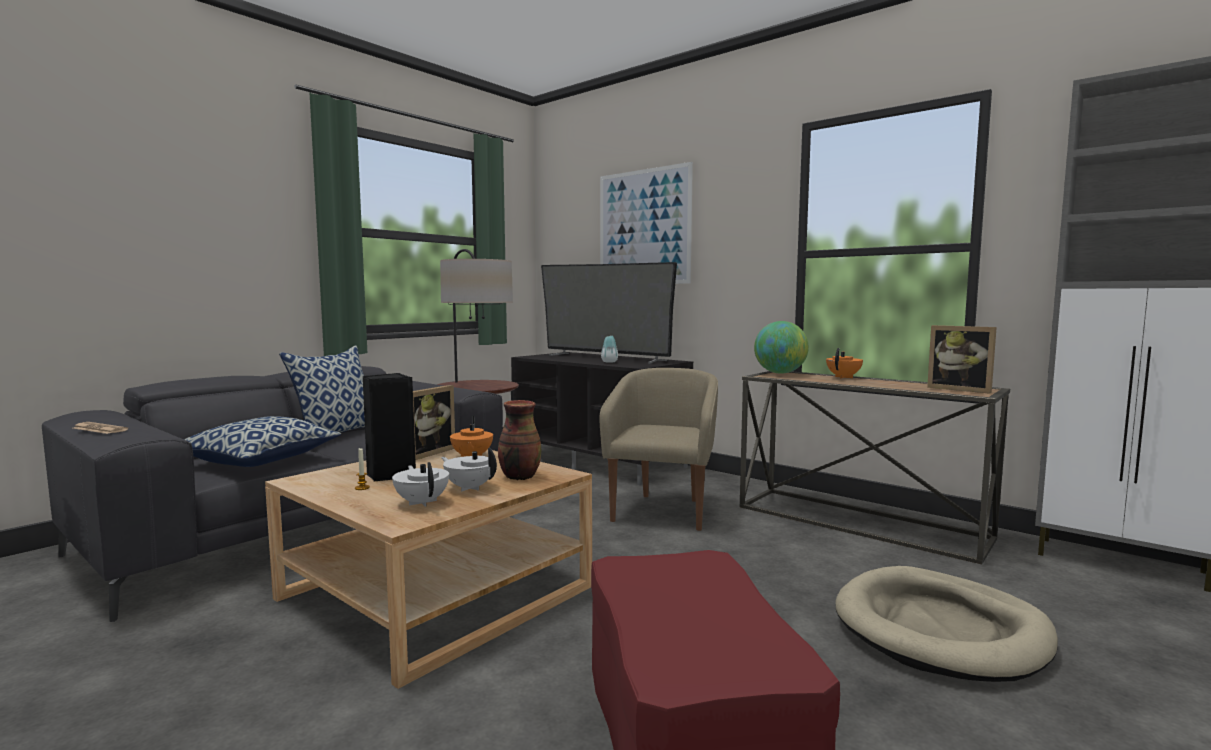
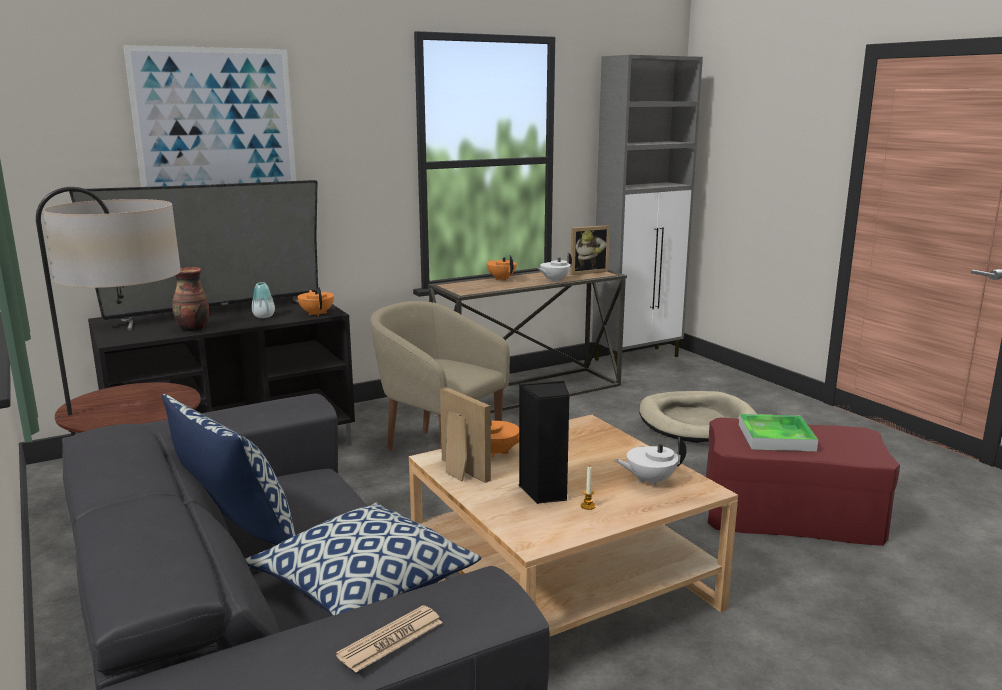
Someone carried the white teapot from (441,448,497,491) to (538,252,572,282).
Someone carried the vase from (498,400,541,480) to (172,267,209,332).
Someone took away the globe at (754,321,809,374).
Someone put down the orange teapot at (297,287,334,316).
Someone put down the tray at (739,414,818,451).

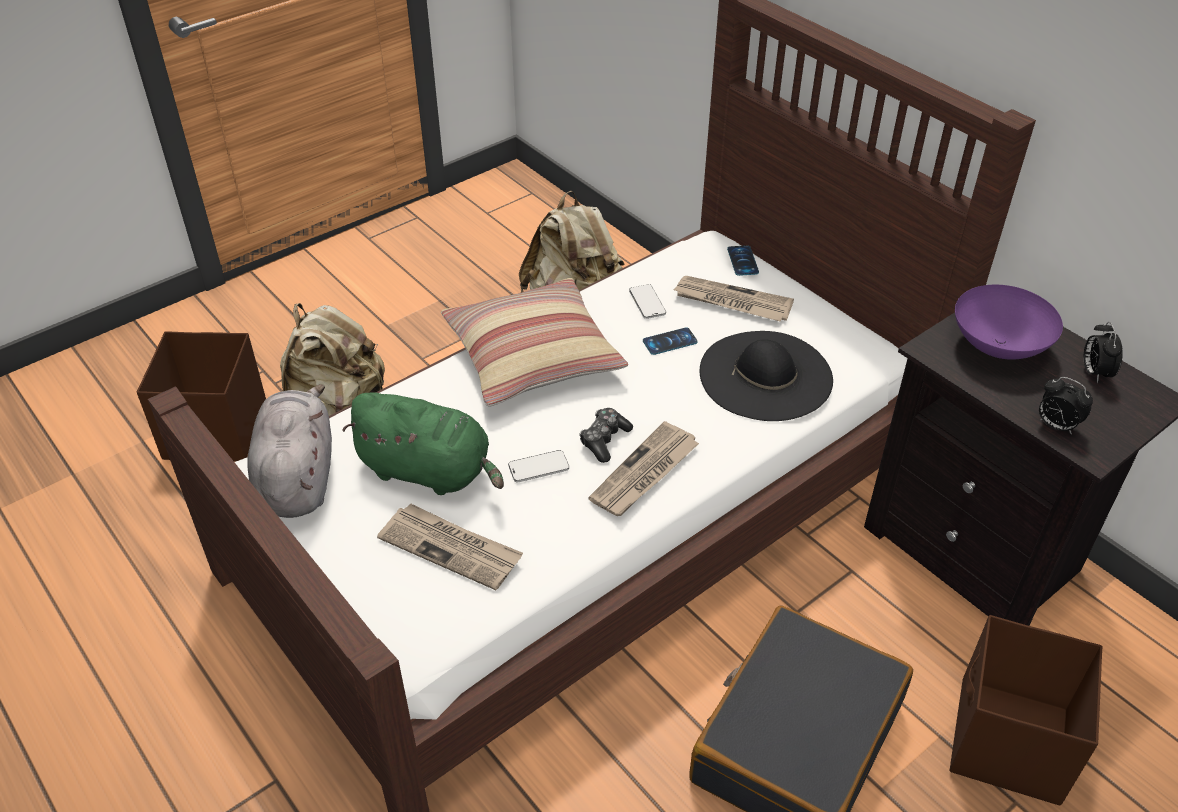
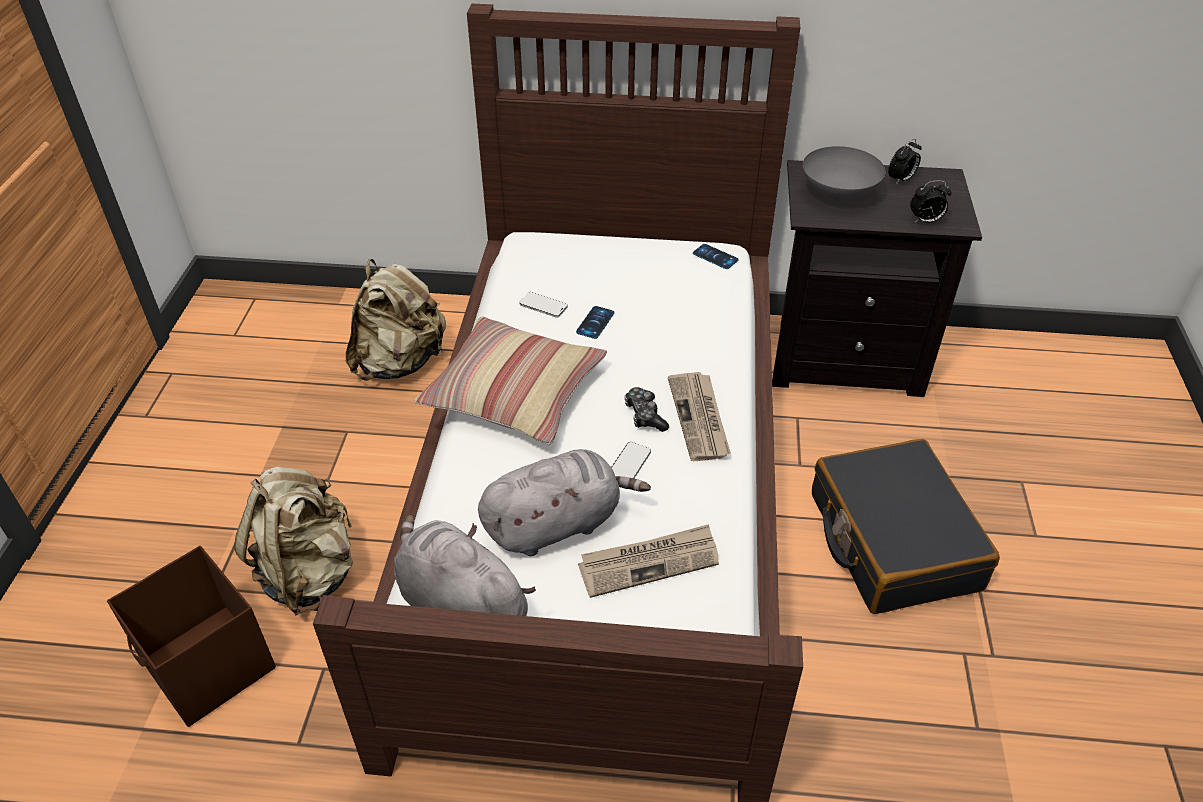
Someone repainted the green plush toy at (342,392,504,495), which became the grey plush toy at (478,449,651,556).
Someone took away the newspaper at (674,276,794,321).
Someone took away the black hat at (700,331,833,421).
Someone carried the phone from (727,245,759,276) to (693,244,739,269).
Someone took away the brown storage box at (950,615,1102,805).
Someone repainted the purple bowl at (955,285,1063,360), which became the grey bowl at (803,146,885,200).
Someone rotated the alarm clock at (1084,321,1123,383) by 90 degrees counterclockwise.

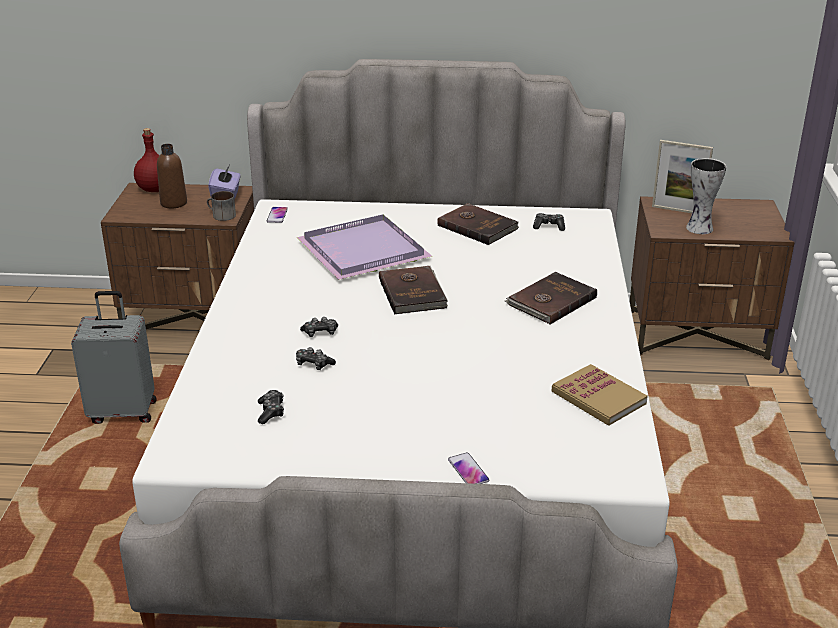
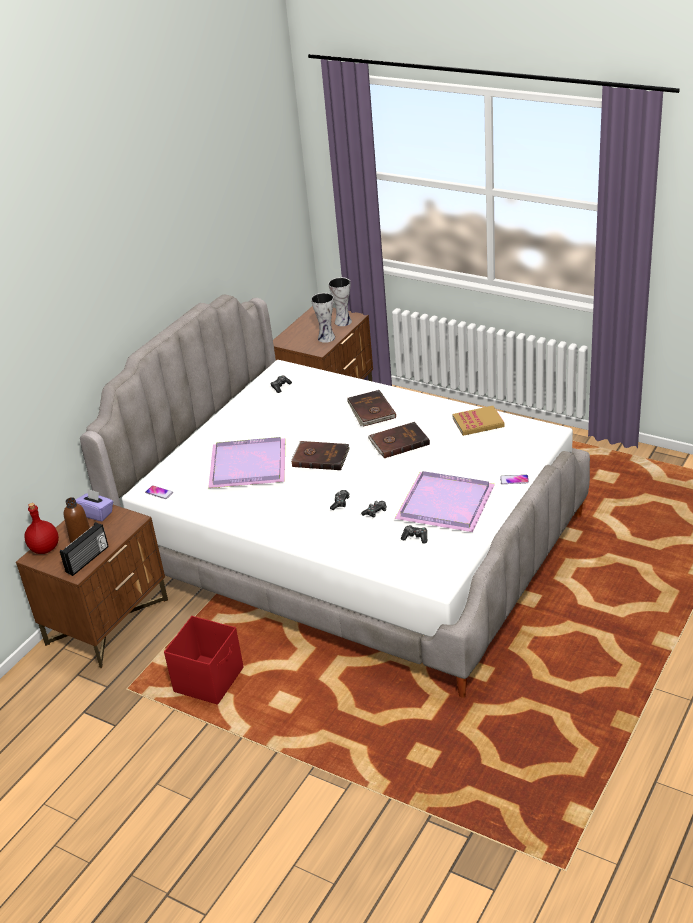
Someone swapped the grey suitcase at (71,291,157,424) for the red storage box at (164,616,244,705).
Someone took away the mug at (207,191,236,221).
Someone carried the brown book from (437,203,519,245) to (368,422,430,458).
Someone took away the picture frame at (652,140,713,213).
Someone put down the radio at (60,522,109,576).
Someone put down the vase at (328,277,352,326).
Someone put down the purple tray at (395,471,495,532).

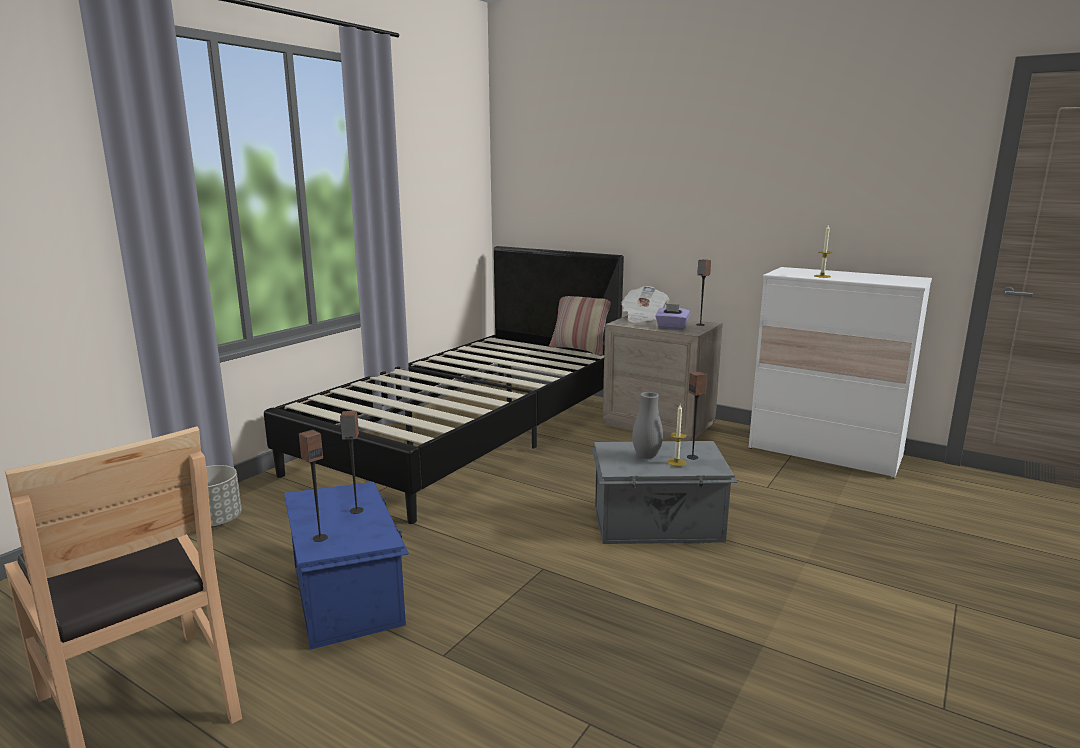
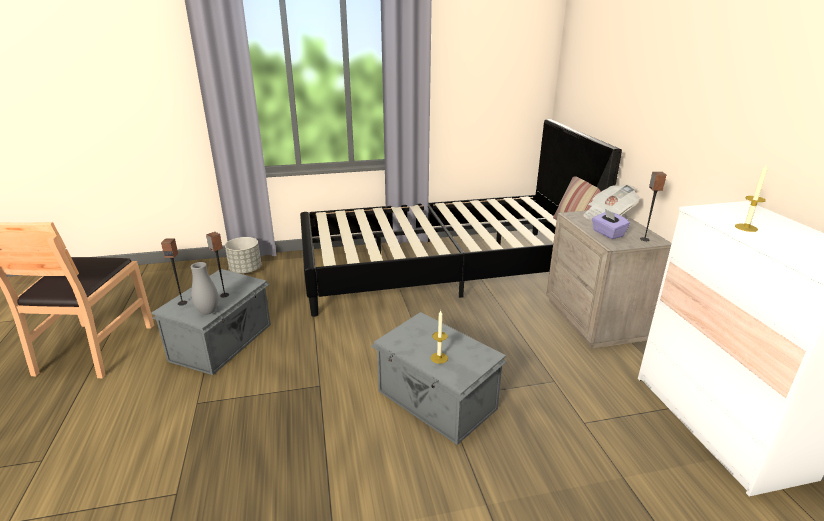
Someone repainted the blue storage box at (284,482,409,650), which became the grey storage box at (152,269,271,375).
Someone carried the grey vase from (632,392,663,459) to (191,262,218,315).
Someone took away the speaker at (687,371,707,460).

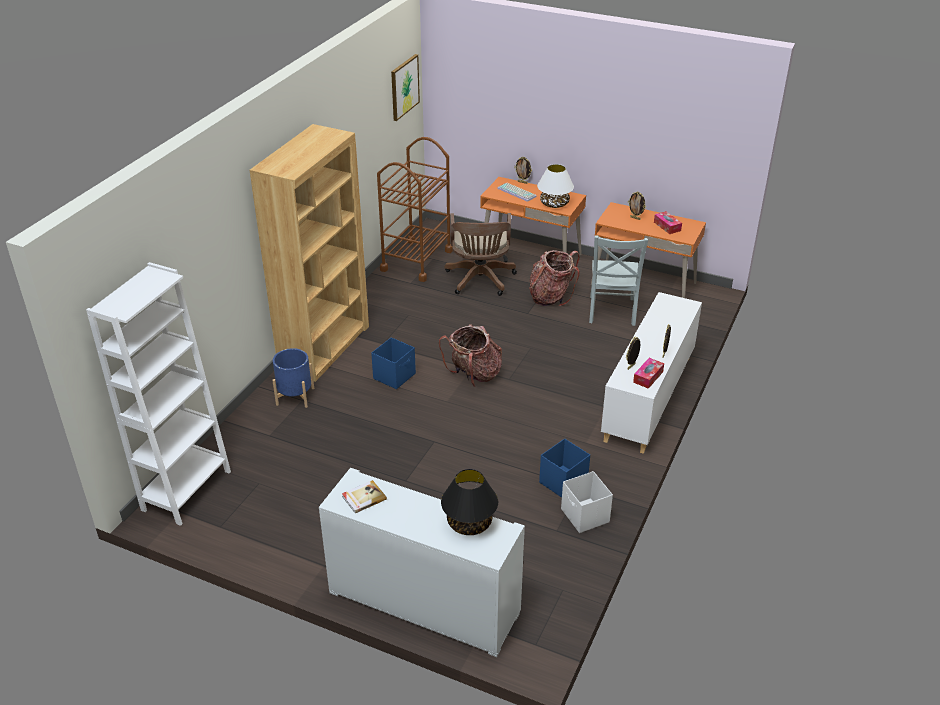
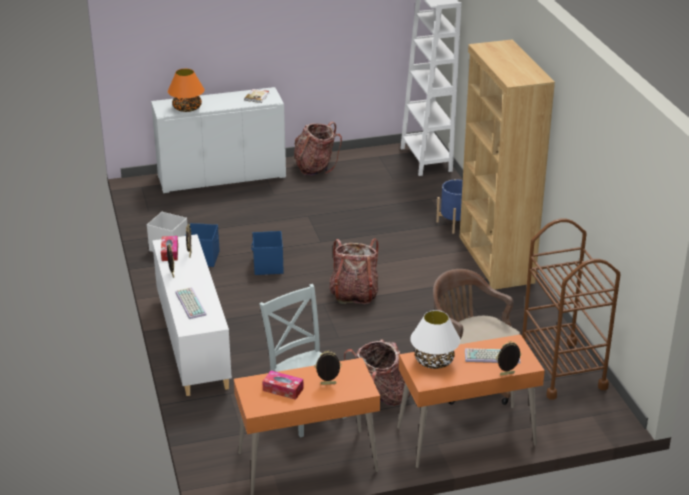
Someone carried the blue storage box from (371,337,416,389) to (251,231,284,275).
Someone took away the picture at (391,54,420,121).
Someone repainted the black table lamp at (441,469,498,535), which became the orange table lamp at (168,68,204,112).
Someone put down the keyboard at (175,287,207,319).
Someone put down the backpack at (294,122,342,175).

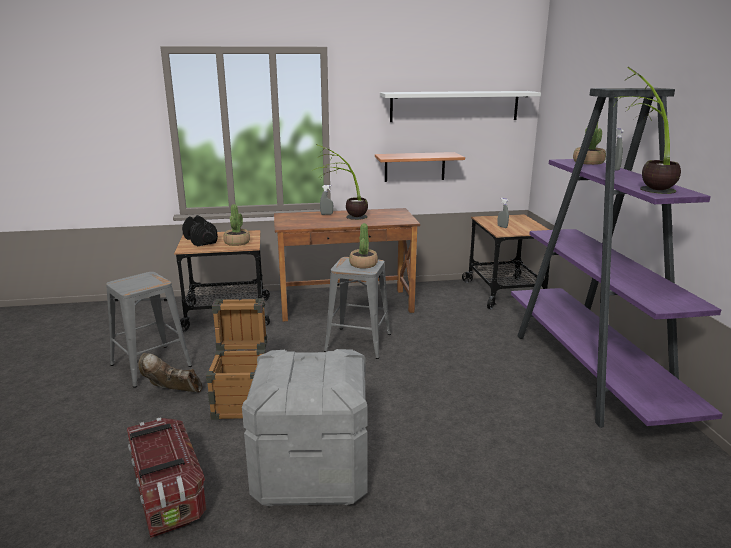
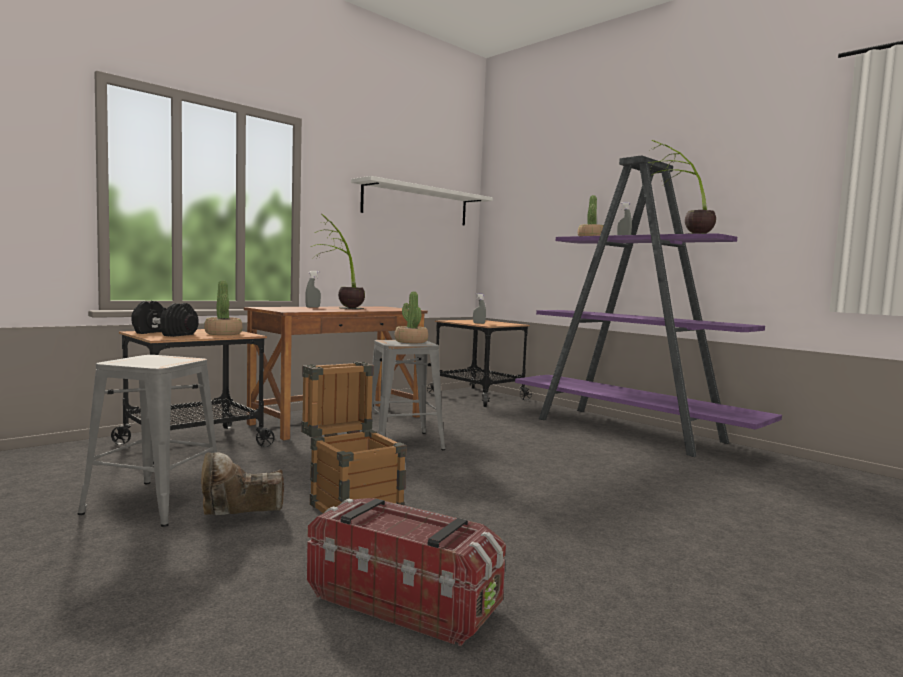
Someone took away the grey storage box at (242,349,368,506).
Someone took away the shelf at (375,152,465,182).

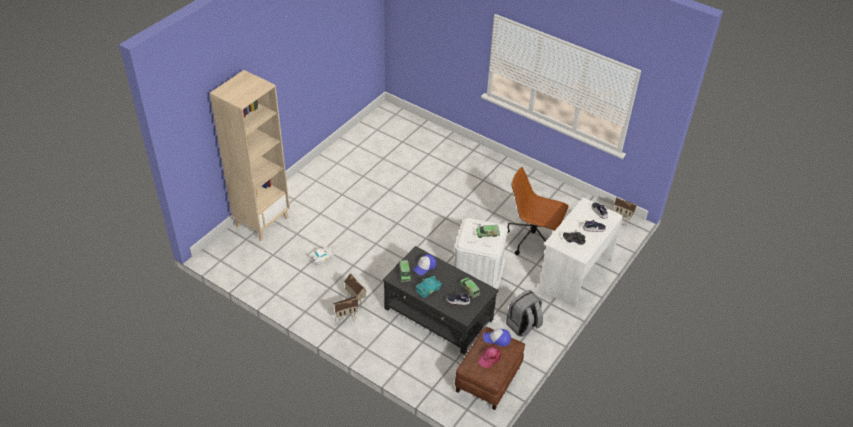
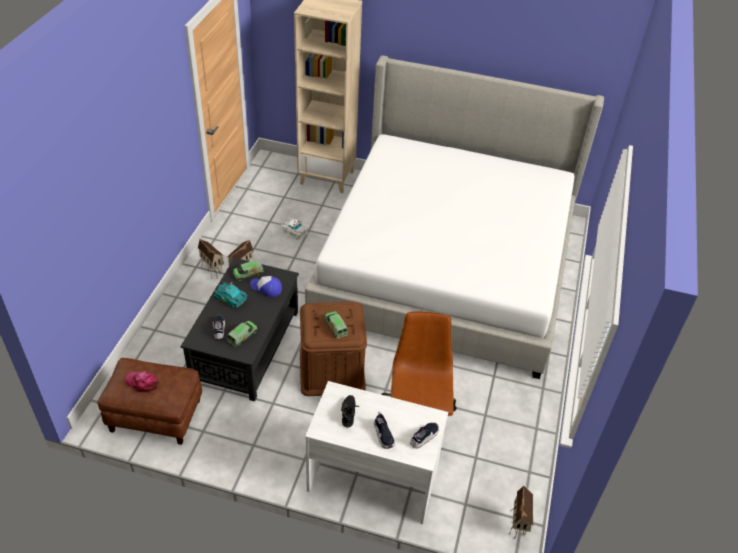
Someone repainted the white storage box at (454,218,508,289), which became the brown storage box at (300,302,367,396).
Someone took away the cap at (483,328,511,346).
Someone took away the grey backpack at (506,290,543,337).
Someone put down the bed at (305,55,604,379).

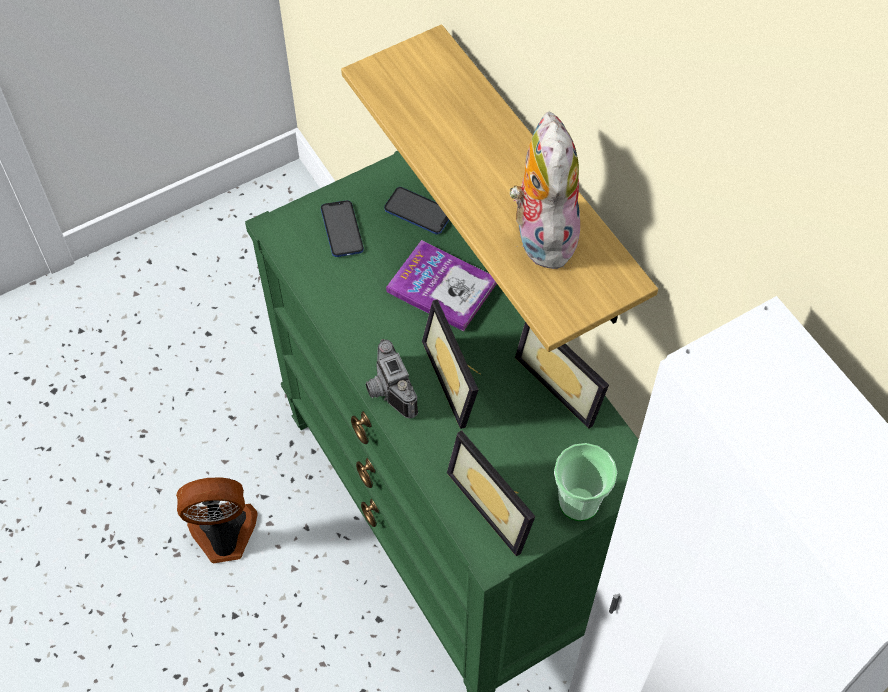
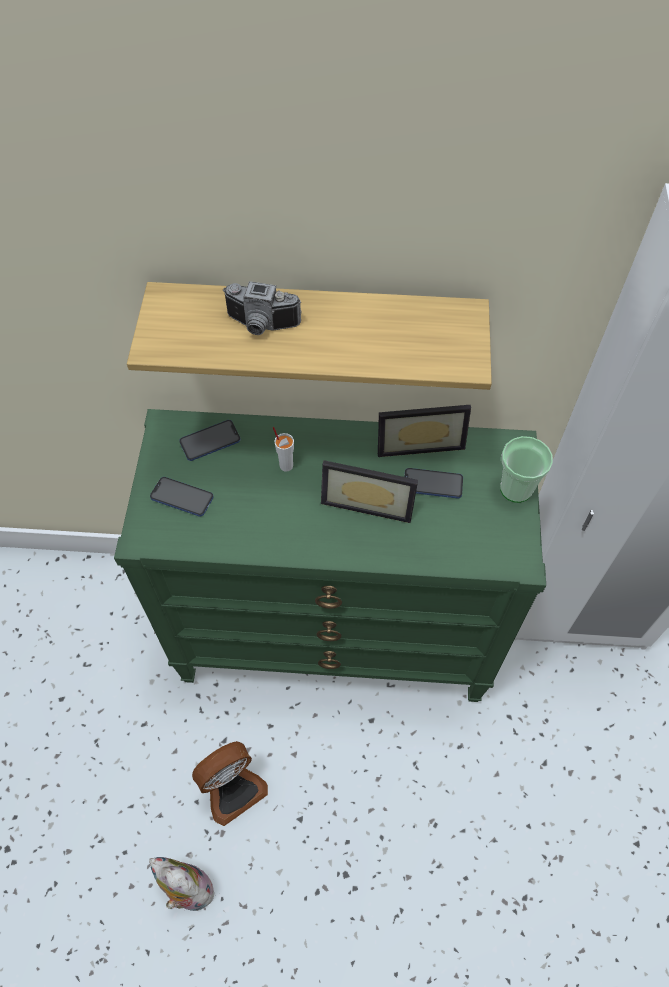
Someone rotated the fan at (176,477,258,563) by 150 degrees counterclockwise.
Someone carried the photo camera from (366,339,418,418) to (222,281,301,335).
Someone swapped the book at (386,240,497,331) for the white cup at (273,427,294,472).
Someone took away the picture frame at (447,430,536,556).
Someone carried the plush toy from (510,111,580,269) to (149,857,218,911).
Someone put down the phone at (404,468,463,499).

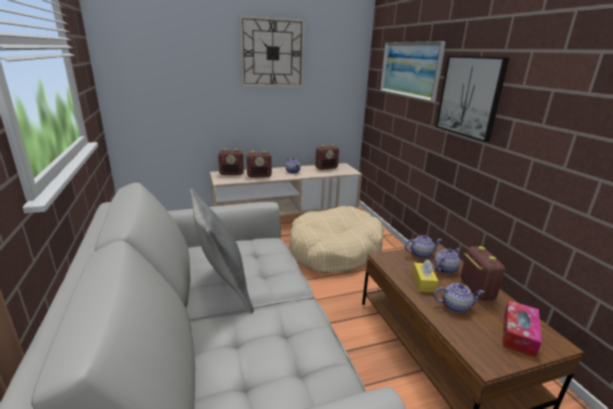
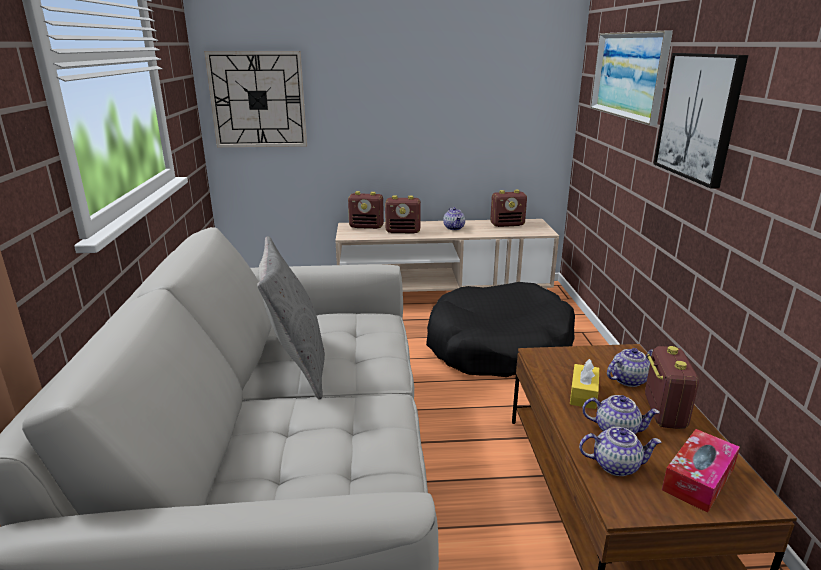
Someone carried the wall clock from (239,15,305,87) to (204,51,307,147).
Someone repainted the beige dog bed at (289,206,384,273), which became the black dog bed at (426,282,575,377).
Someone carried the teapot from (405,235,442,259) to (579,427,662,476).

